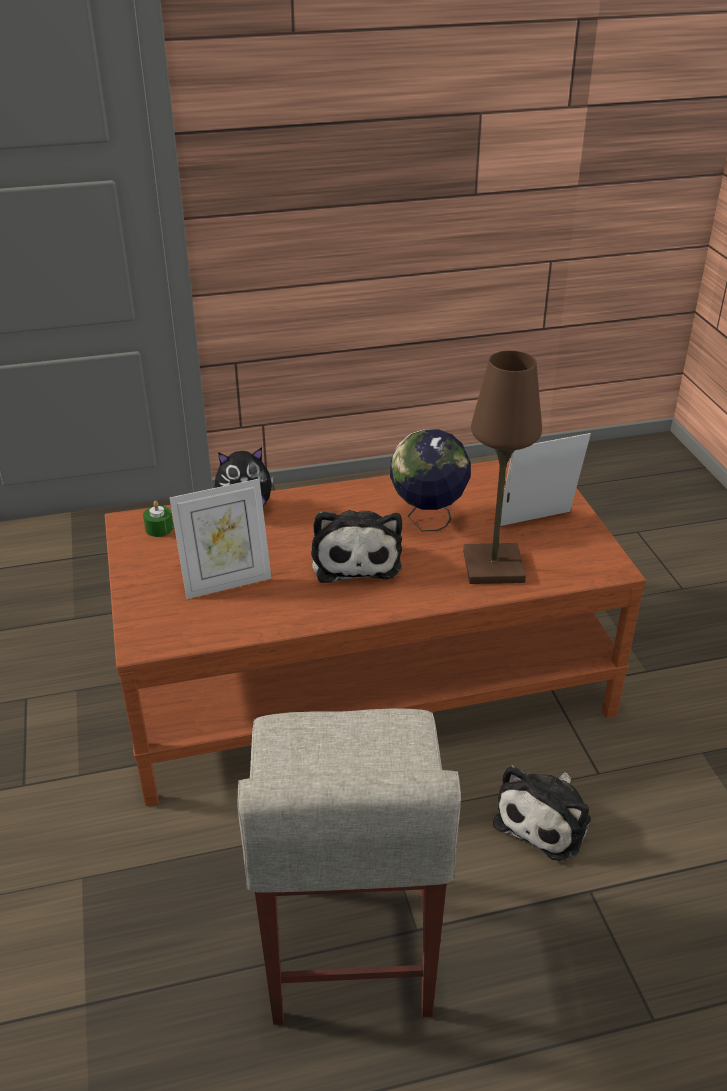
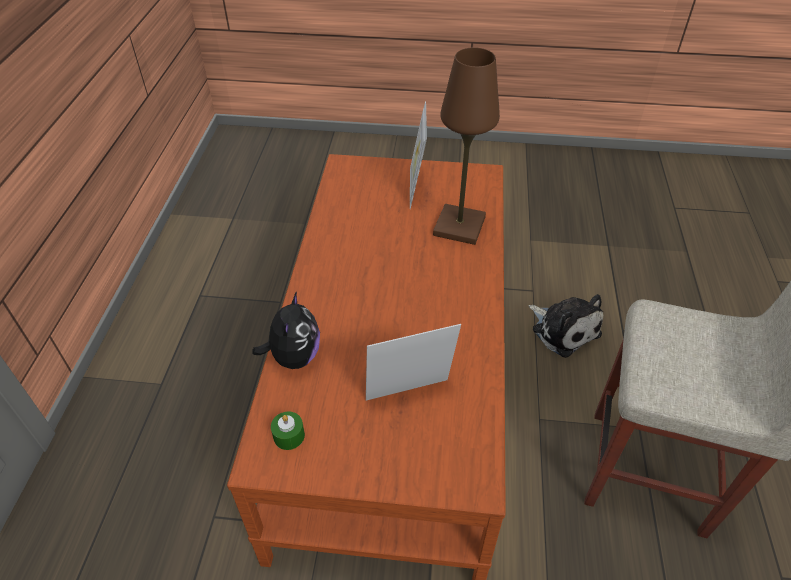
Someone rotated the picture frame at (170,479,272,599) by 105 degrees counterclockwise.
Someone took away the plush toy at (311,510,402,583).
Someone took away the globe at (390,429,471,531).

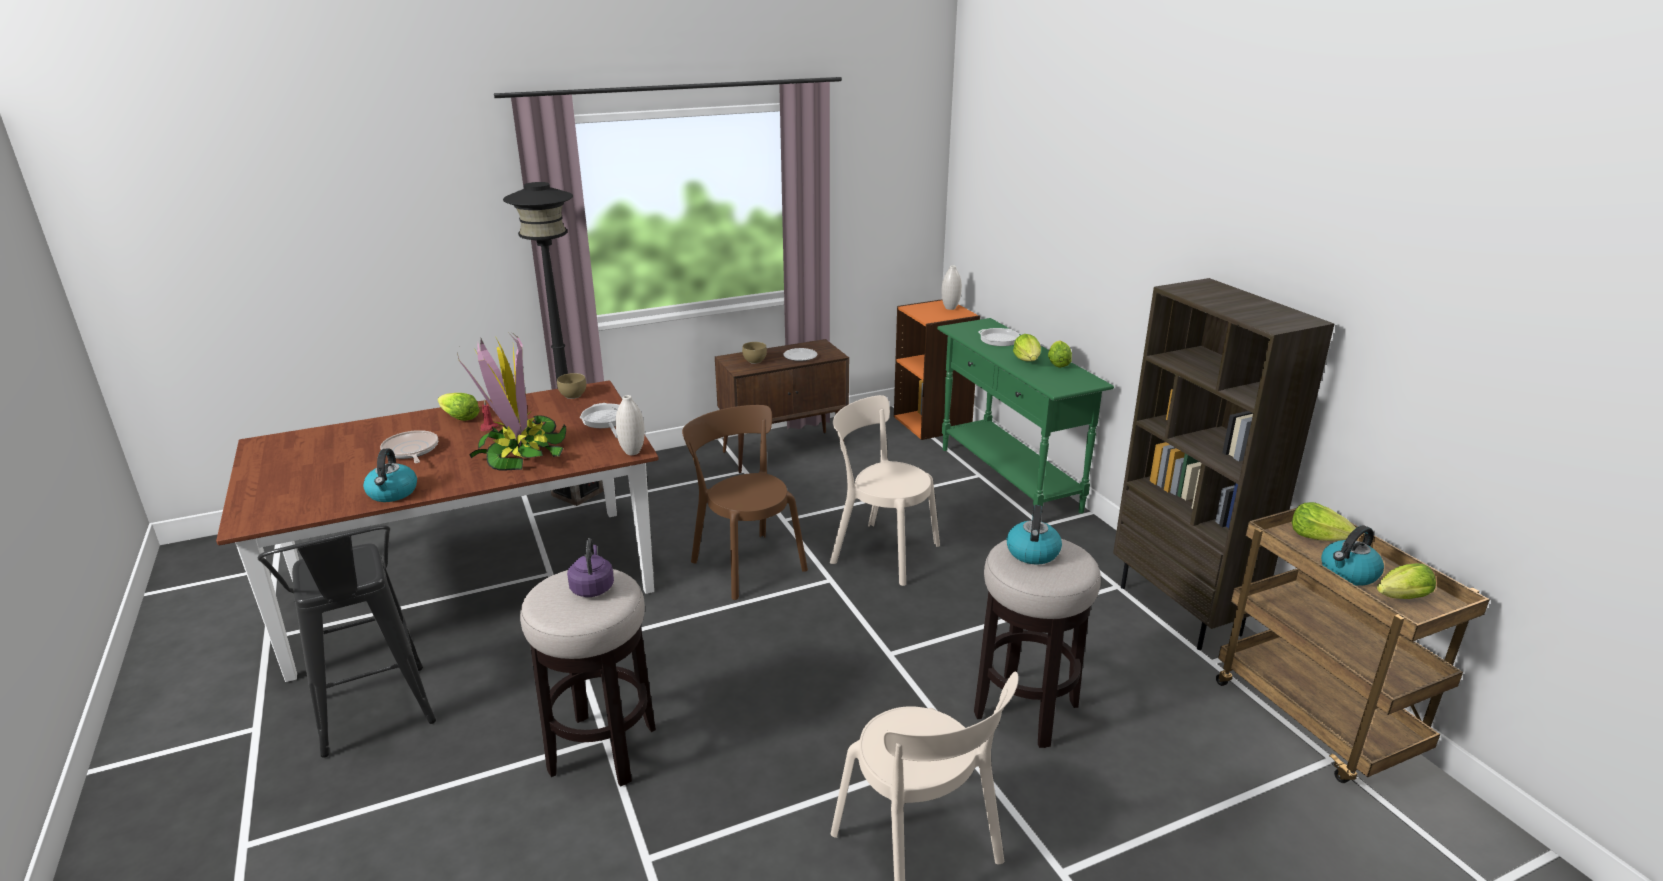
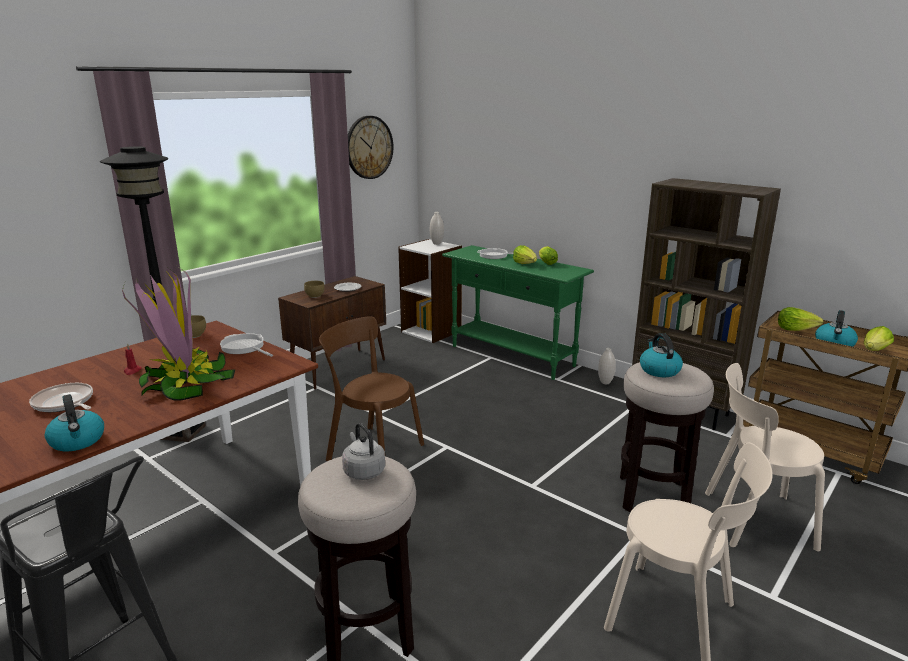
Someone took away the lettuce at (438,393,480,421).
Someone repainted the purple kettle at (567,538,614,597), which became the grey kettle at (342,423,385,480).
Someone carried the white vase from (615,395,645,455) to (598,348,616,384).
Someone carried the beige chair from (830,395,940,586) to (705,363,825,551).
Someone repainted the orange bookcase at (894,299,980,440), which became the white bookcase at (398,239,462,343).
Someone put up the wall clock at (348,116,394,179).

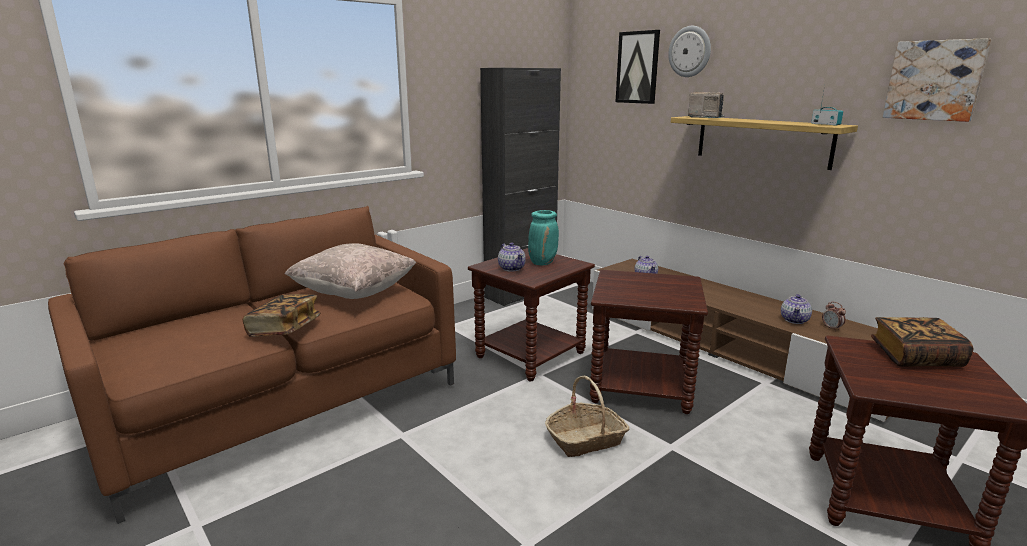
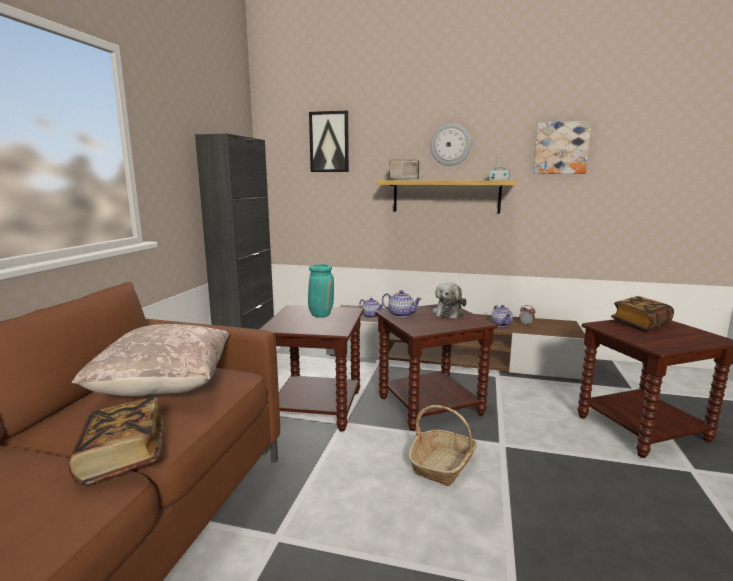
Someone carried the teapot from (498,242,526,272) to (382,290,421,317).
Someone carried the wall clock from (668,26,711,77) to (430,123,471,166).
Someone put down the plush toy at (432,282,466,319).

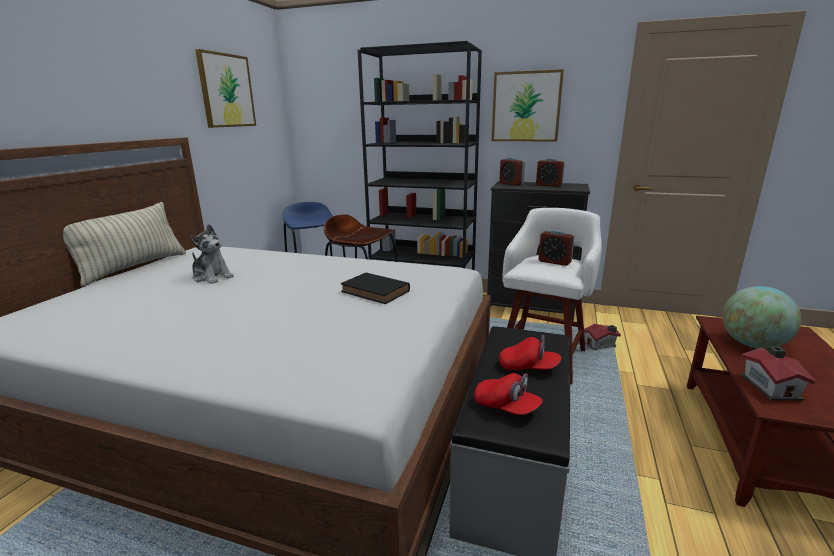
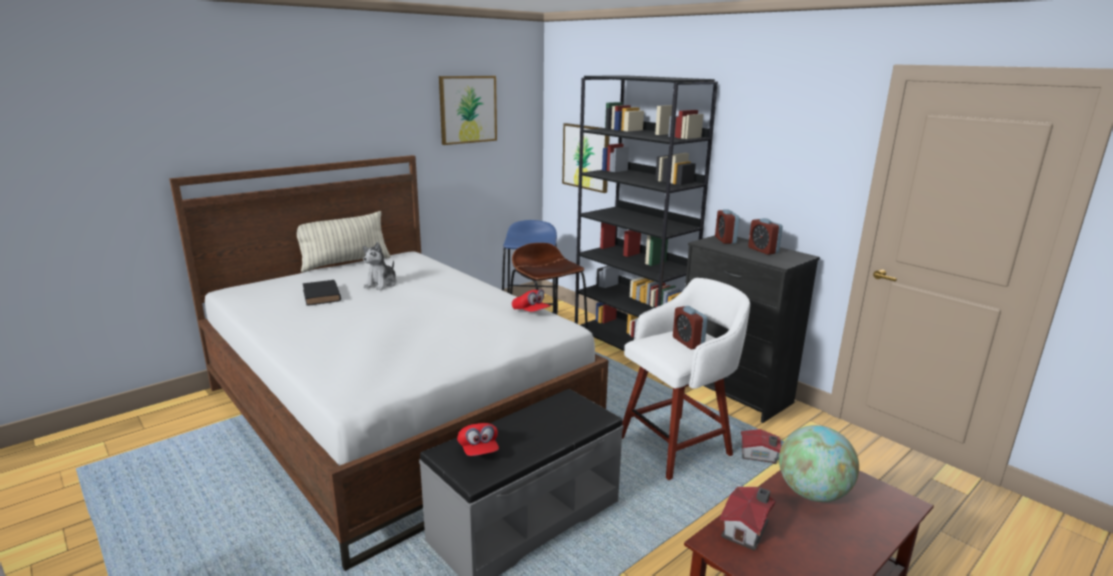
Someone rotated the plush toy at (190,224,234,284) by 45 degrees clockwise.
Someone carried the black book from (341,272,410,304) to (303,280,341,306).
Someone carried the picture from (492,69,564,141) to (562,123,610,193).
Someone carried the red cap from (499,335,561,371) to (512,289,551,312).

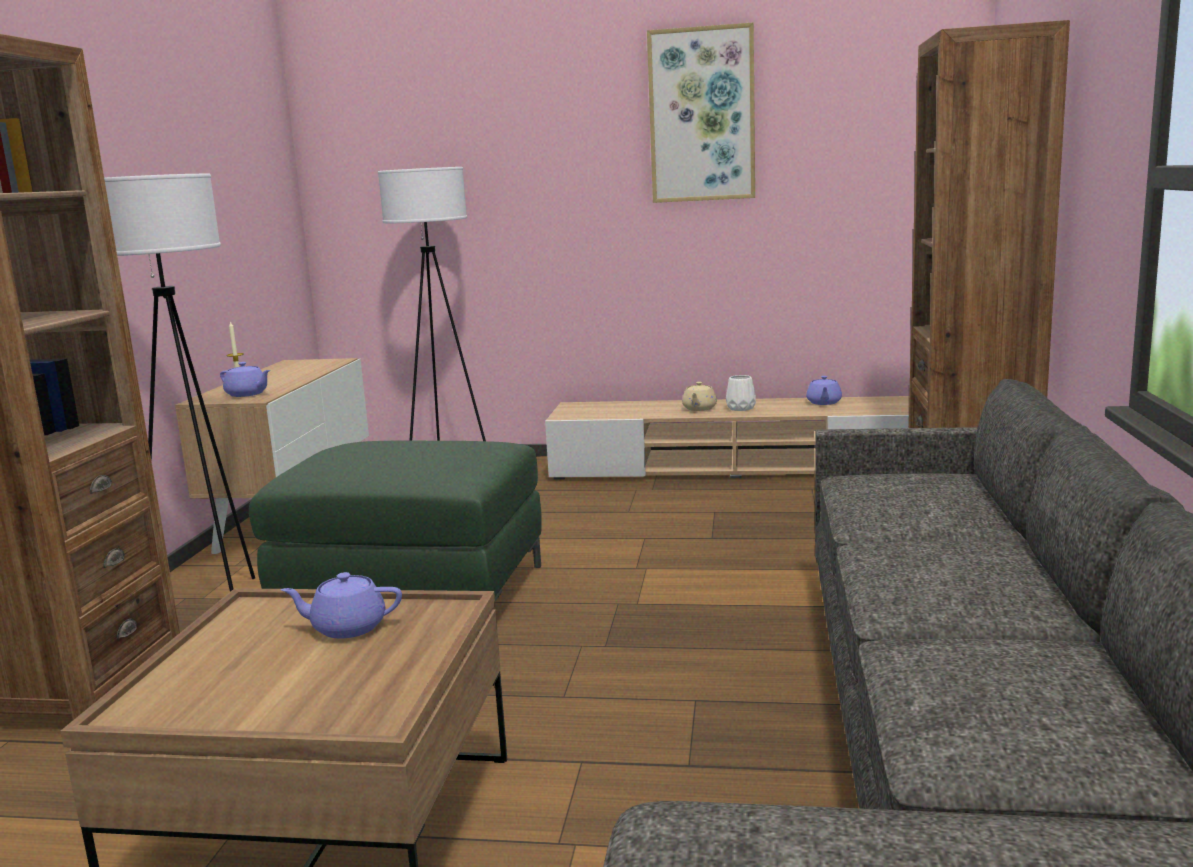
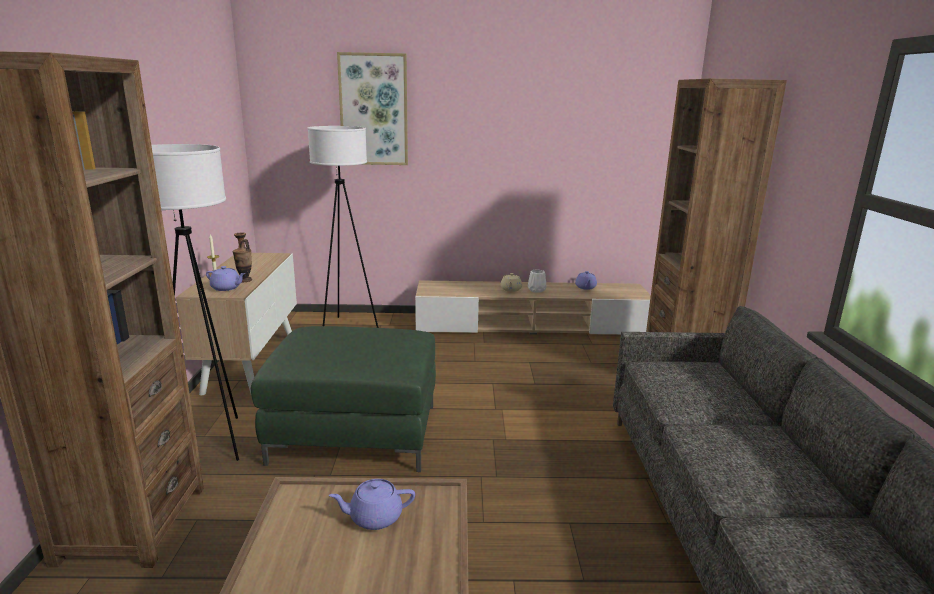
Someone carried the picture from (647,22,755,203) to (337,52,408,165).
Someone put down the vase at (233,233,252,282).

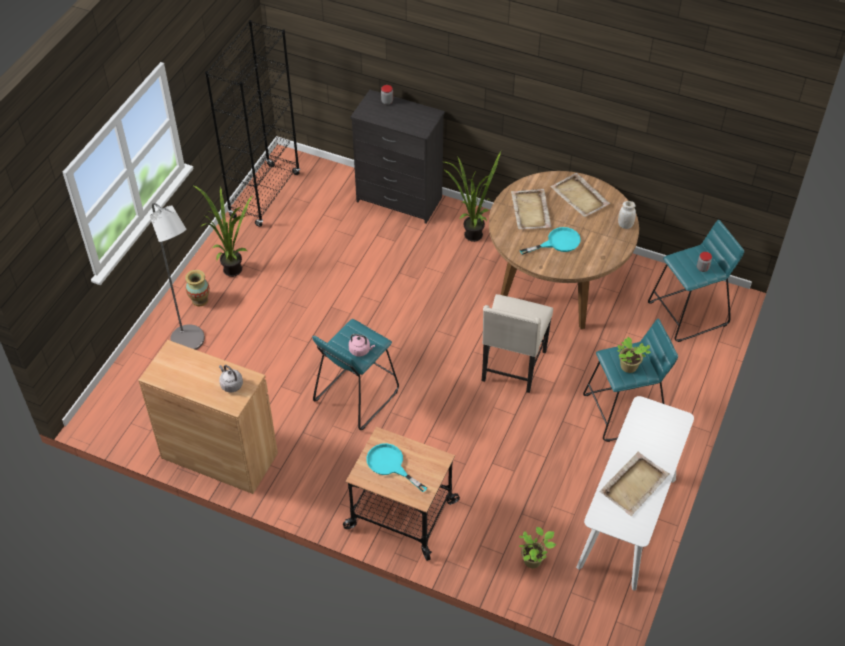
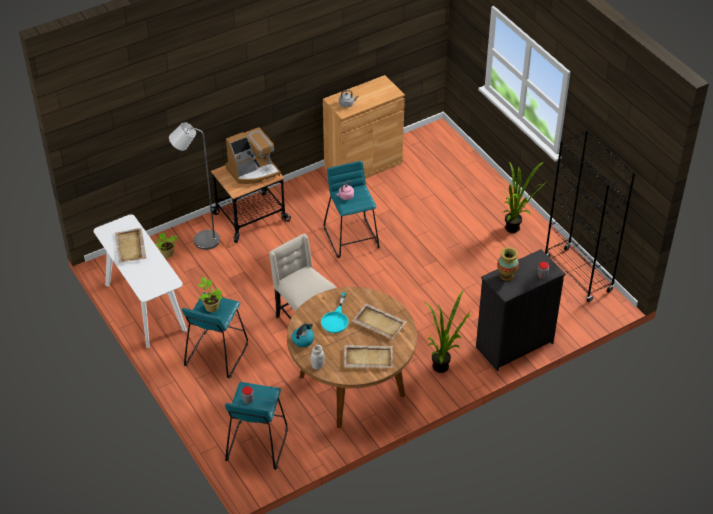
Someone carried the grey floor lamp from (150,203,205,350) to (169,122,220,250).
Someone carried the vase from (185,270,210,306) to (497,247,519,281).
Someone swapped the turquoise frying pan at (366,443,427,492) for the coffee machine at (225,127,281,184).
Someone put down the kettle at (292,323,314,347).

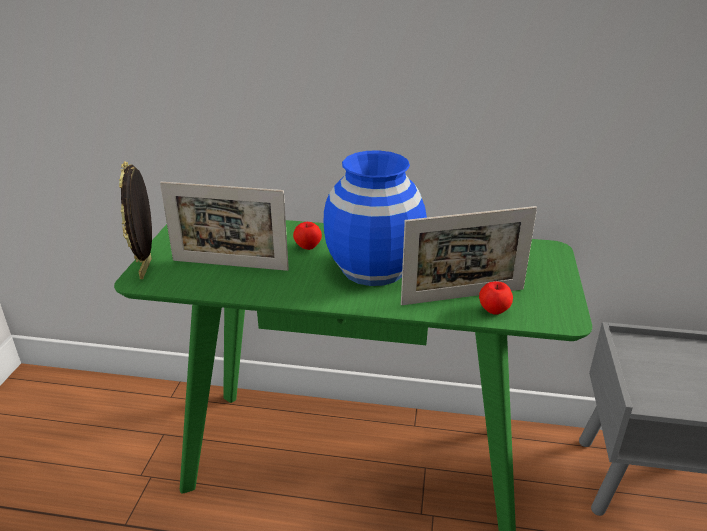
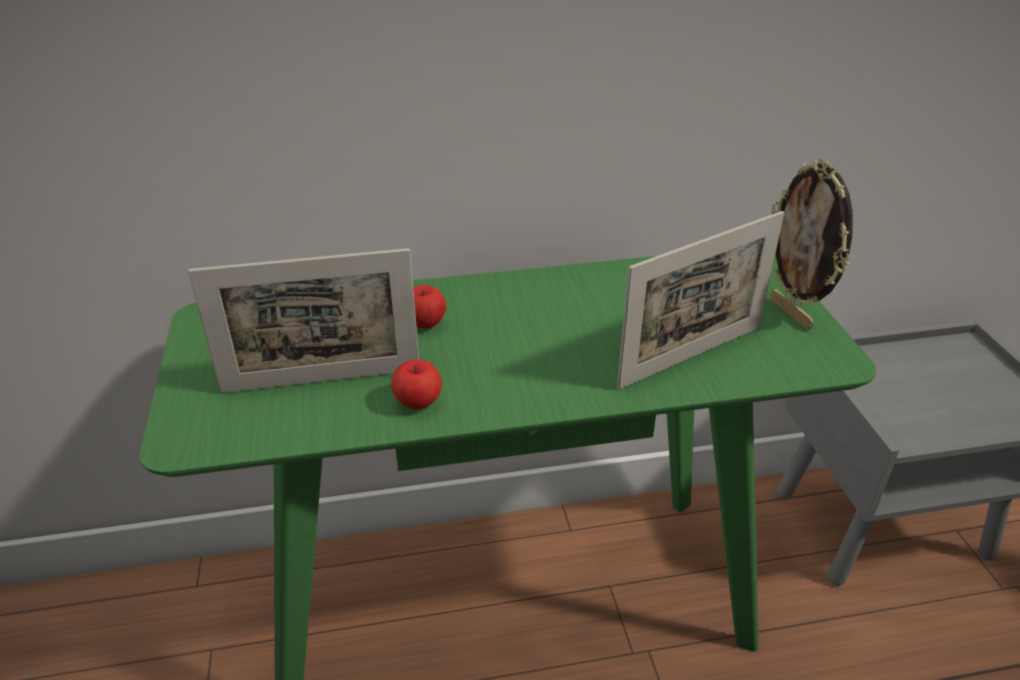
Someone carried the picture frame from (119,161,152,279) to (770,159,853,330).
Someone took away the blue vase at (324,150,427,286).
Someone carried the apple from (479,281,513,314) to (391,359,442,410).

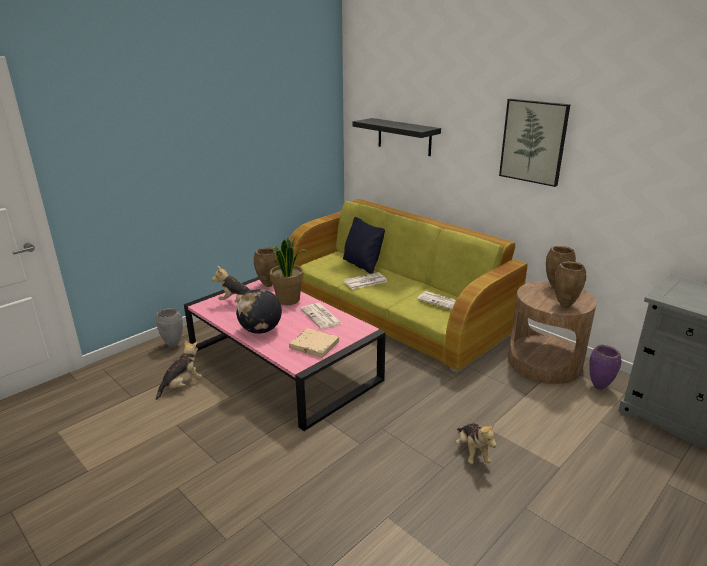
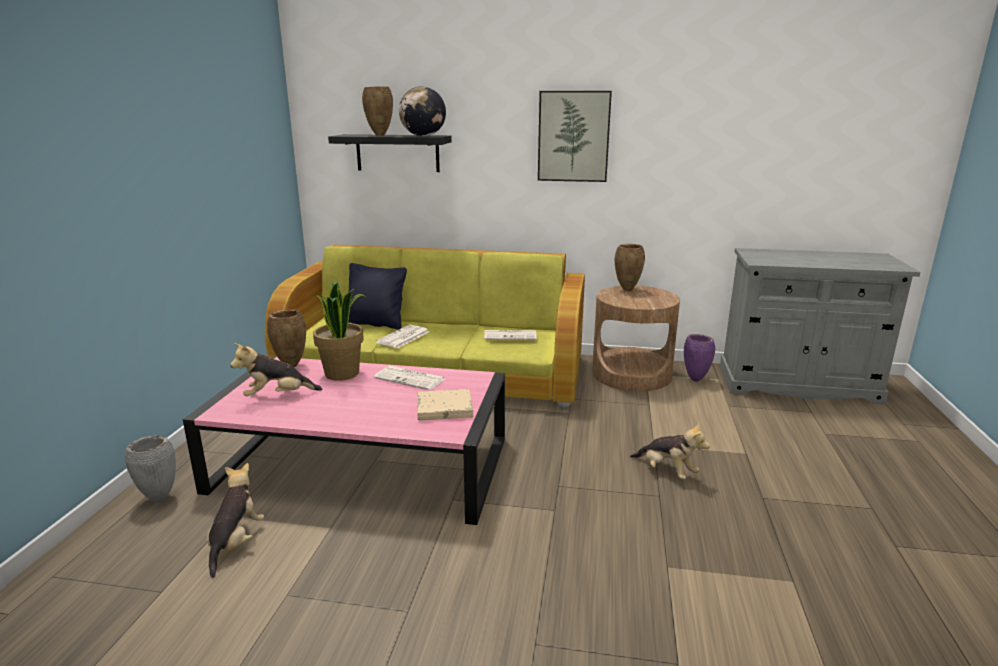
Someone carried the globe from (236,289,282,334) to (399,86,446,136).
Someone carried the brown vase from (554,261,586,308) to (362,86,393,136).

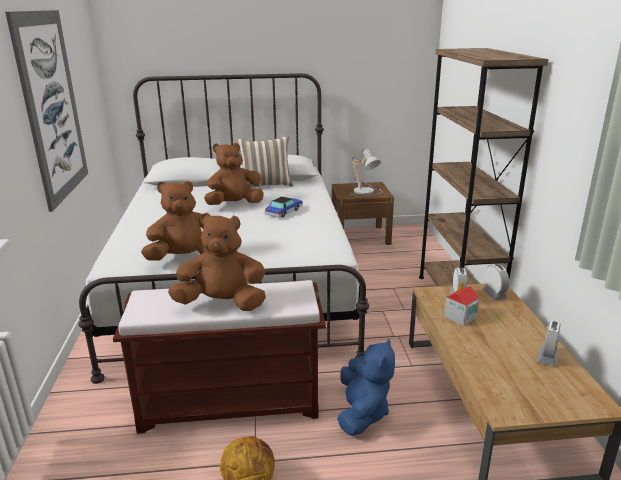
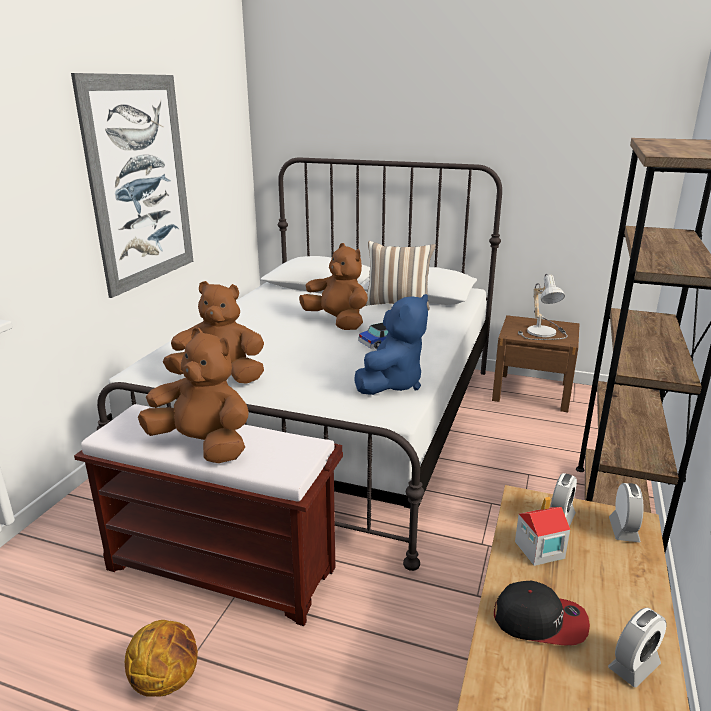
Someone rotated the brown plush toy at (204,143,264,205) by 45 degrees clockwise.
Someone carried the blue plush toy from (337,338,395,436) to (354,294,428,395).
Someone put down the cap at (494,581,590,646).

